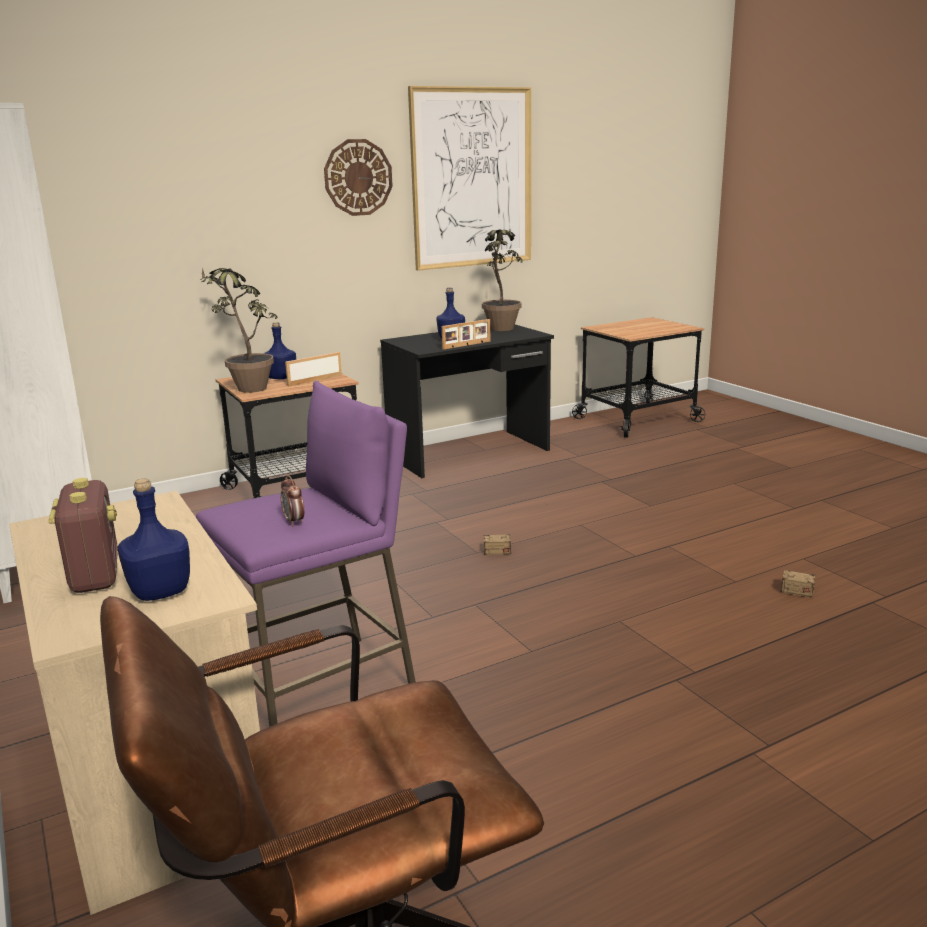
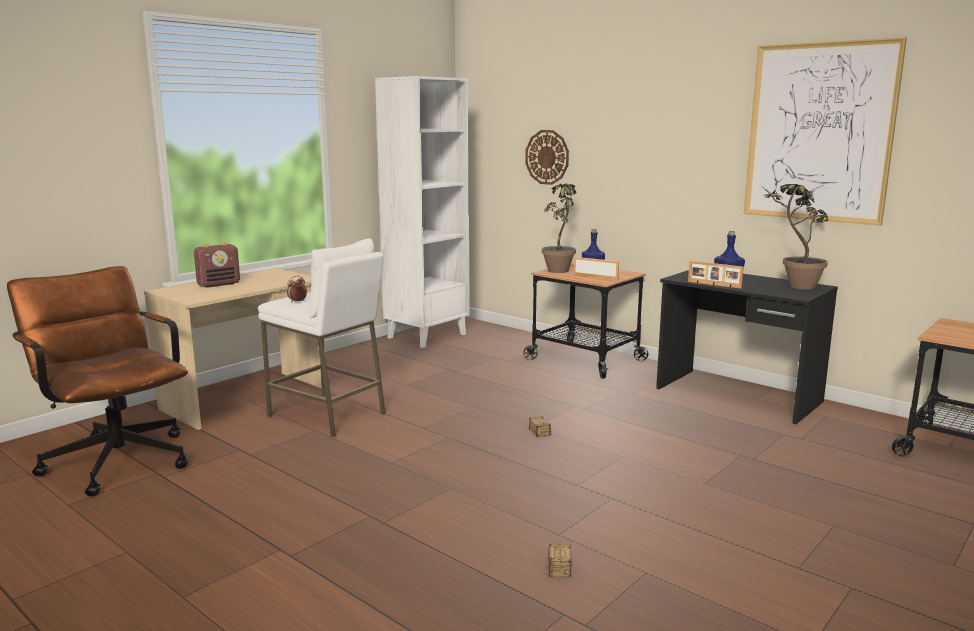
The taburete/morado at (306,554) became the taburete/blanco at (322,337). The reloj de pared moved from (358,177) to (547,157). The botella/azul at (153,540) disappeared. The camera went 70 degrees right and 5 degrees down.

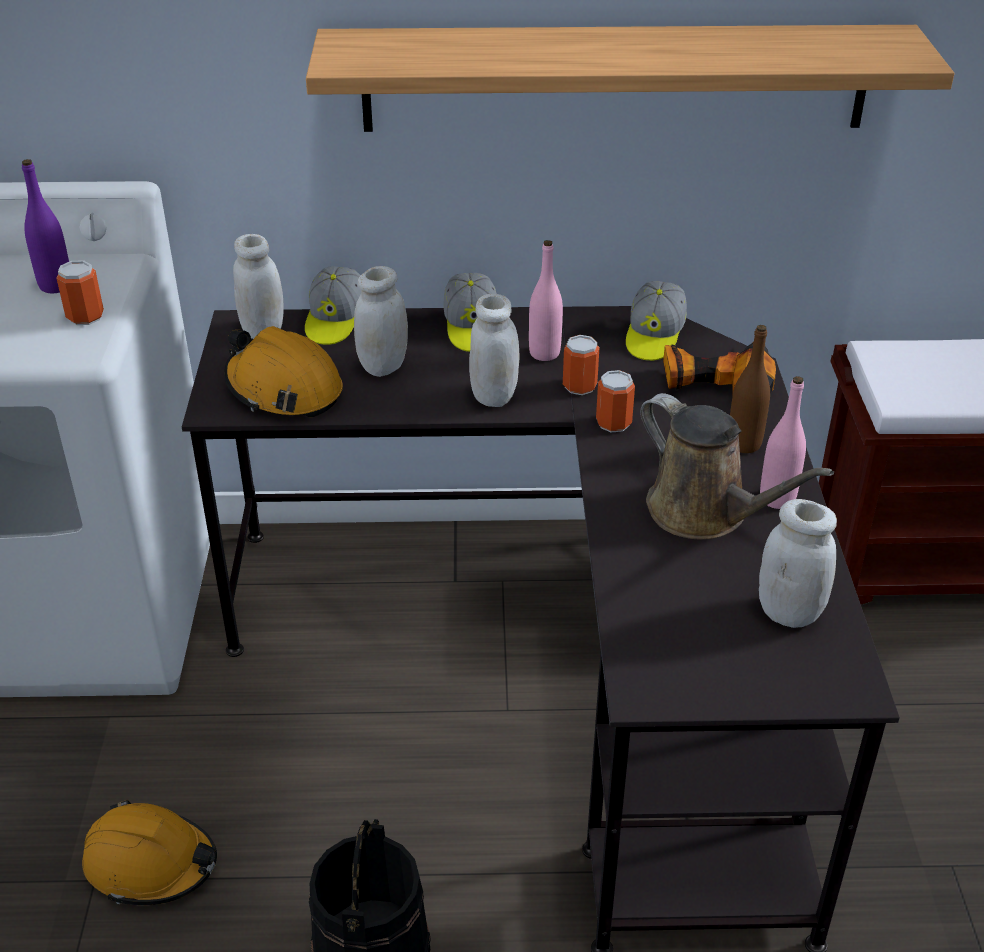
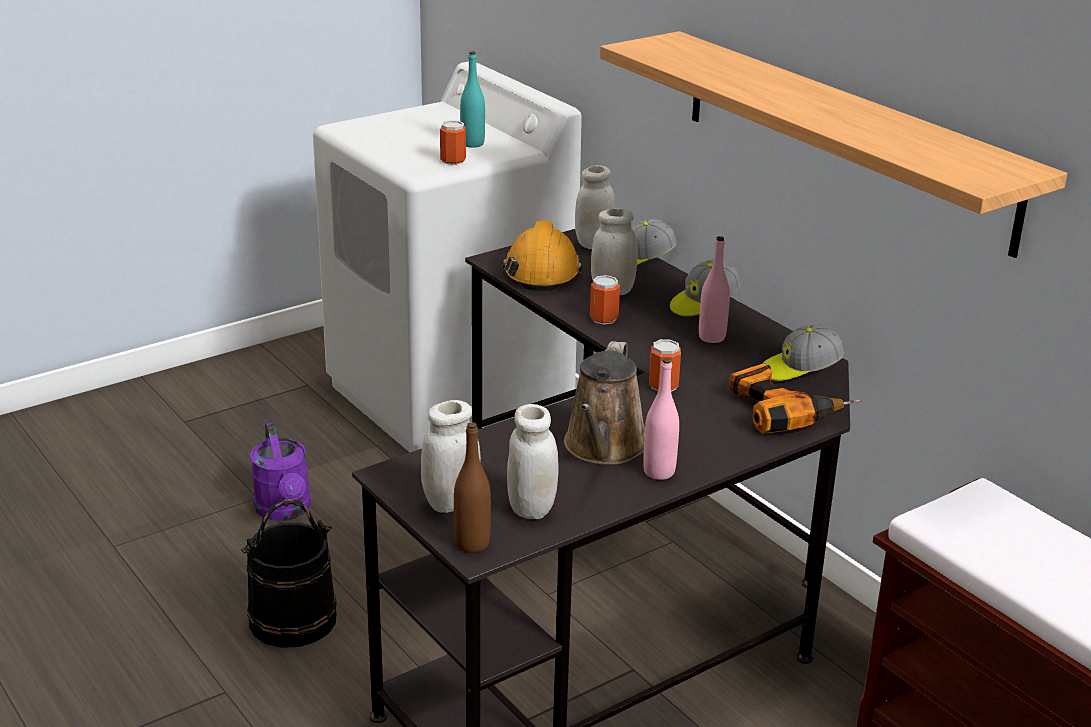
The casco/naranja at (149,852) was replaced by the regadera/morado at (280,472). The tarro/blanco moved from (494,350) to (451,456). The botella/marrón moved from (750,389) to (472,487). The botella/morado at (45,226) became the botella/turquesa at (472,99). The lata moved from (581,365) to (605,300). The camera went 55 degrees right and 10 degrees down.

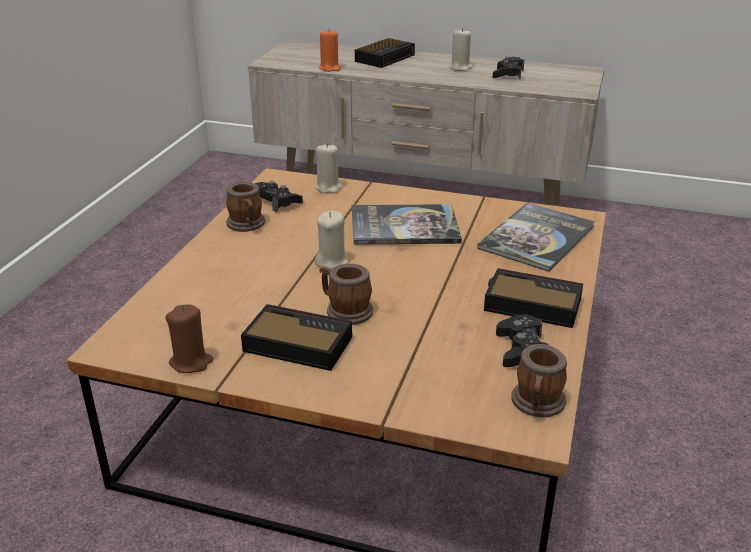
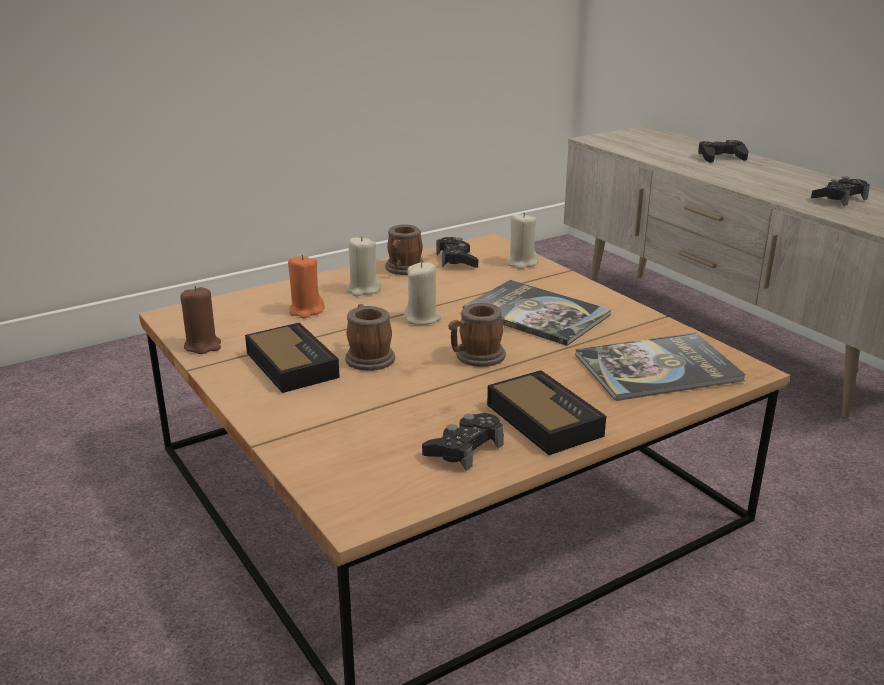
The vela/naranja moved from (330,50) to (306,287). The vela/beis moved from (460,49) to (363,266). The taza grande moved from (539,380) to (477,335). The despertador at (385,53) was replaced by the mando de consola/negro at (723,151). The camera went 40 degrees right and 5 degrees down.

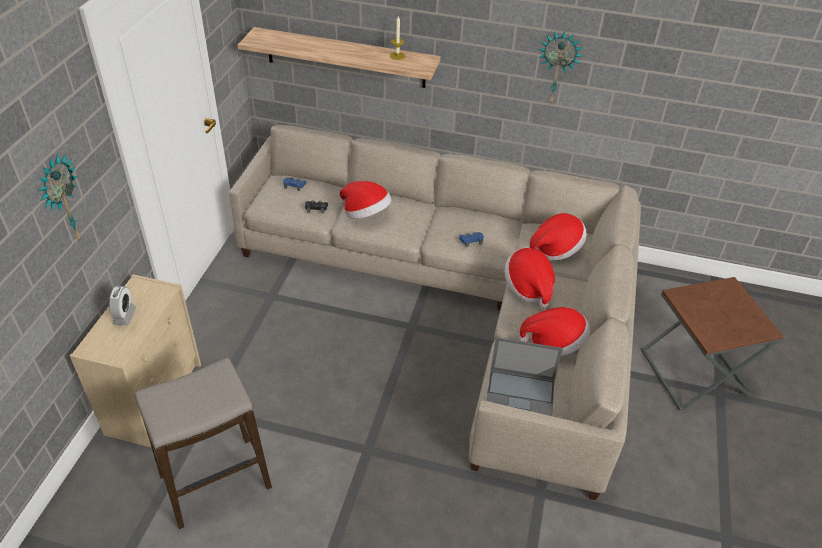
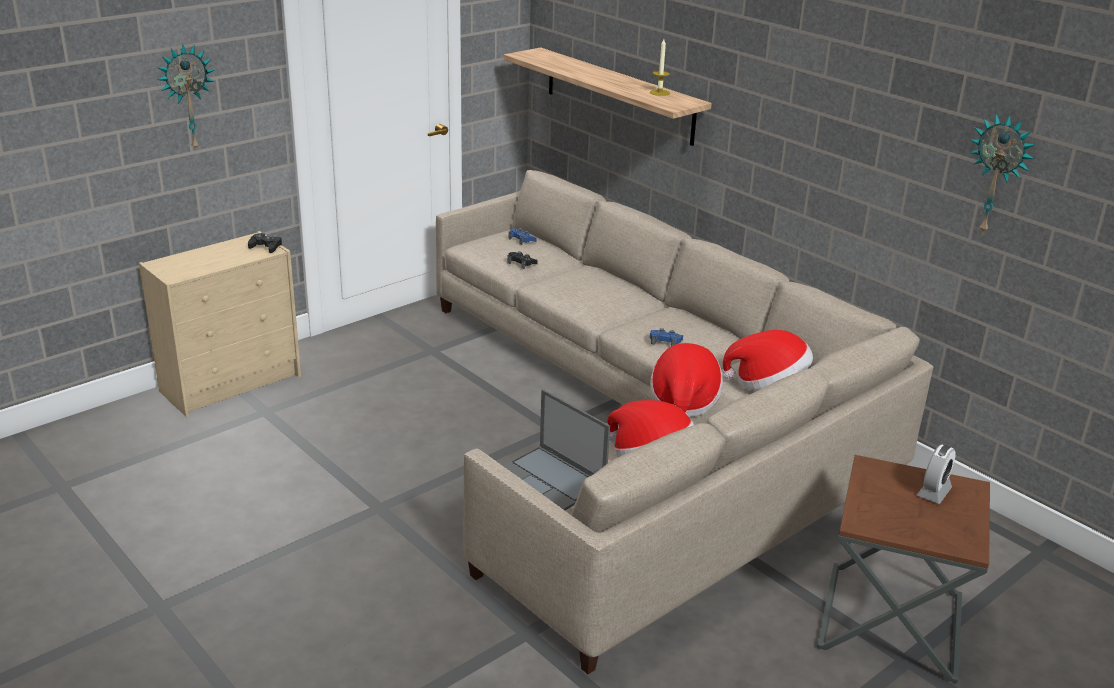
The mando de consola/negro at (265,243) appeared. The despertador moved from (122,305) to (936,474). The reloj de pared moved from (560,67) to (1002,174). The taburete at (203,443) disappeared. The sombrero at (366,200) disappeared. The camera went 35 degrees right and 15 degrees down.

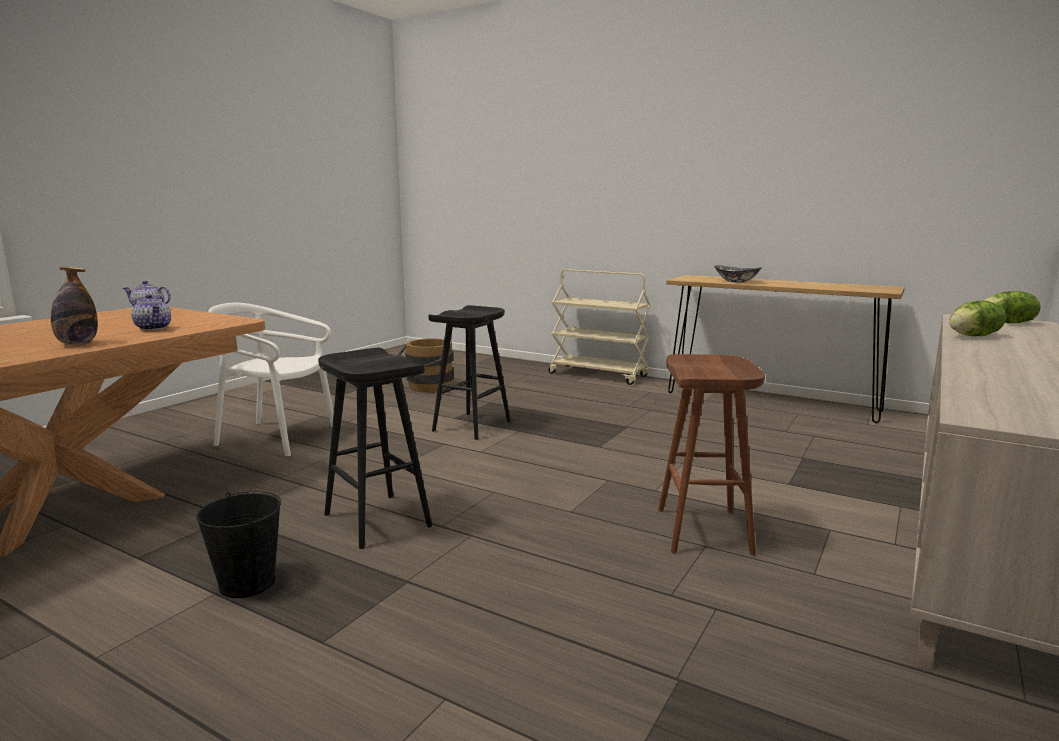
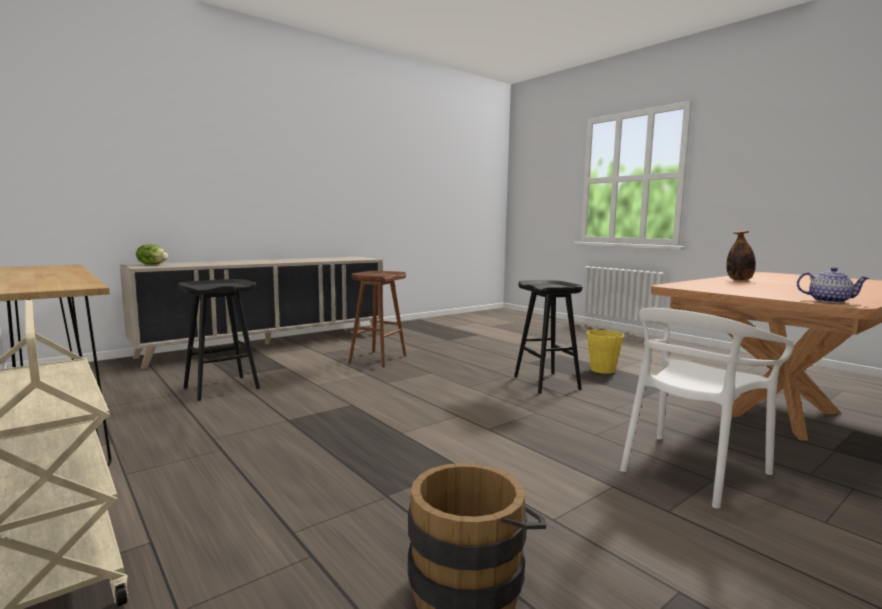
The taburete/negro moved from (469,372) to (219,340). The cubo/negro at (238,544) became the cubo/amarillo at (605,351). The silla/blanco at (271,380) turned 105 degrees clockwise. The tetera at (151,312) disappeared. The cuenco at (737,274) disappeared. The lechuga at (977,318) disappeared. The camera went 160 degrees left and 5 degrees down.

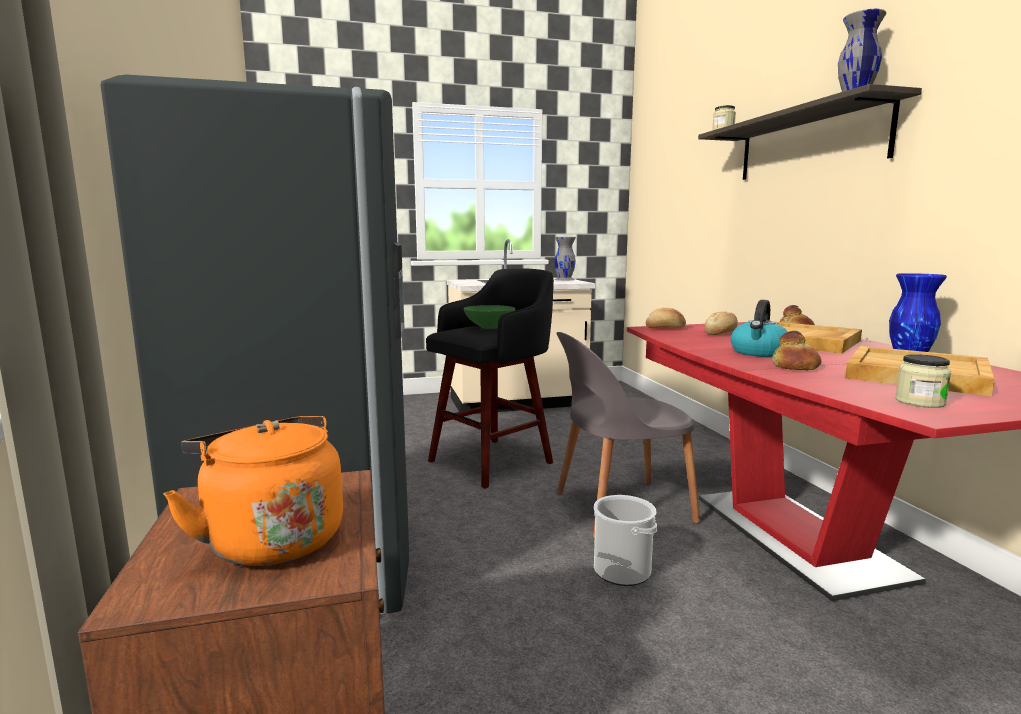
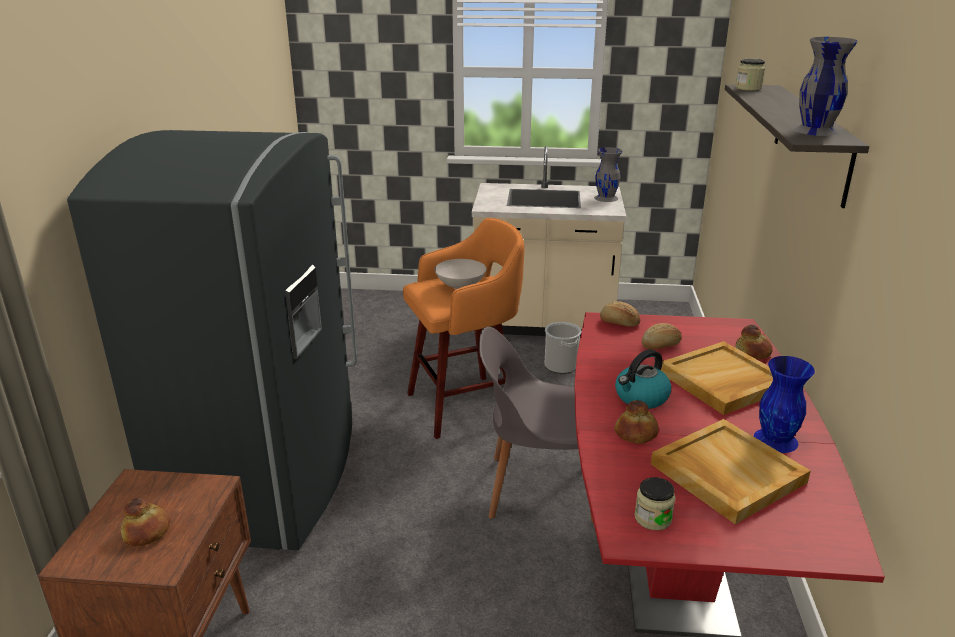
The hervidor/naranja at (253,491) was replaced by the pan at (145,521). The taburete/negro at (490,378) became the taburete/naranja at (463,328). The cuenco/verde at (489,317) became the cuenco/blanco at (460,274). The cubo moved from (625,540) to (563,348). The camera went 20 degrees right and 15 degrees up.

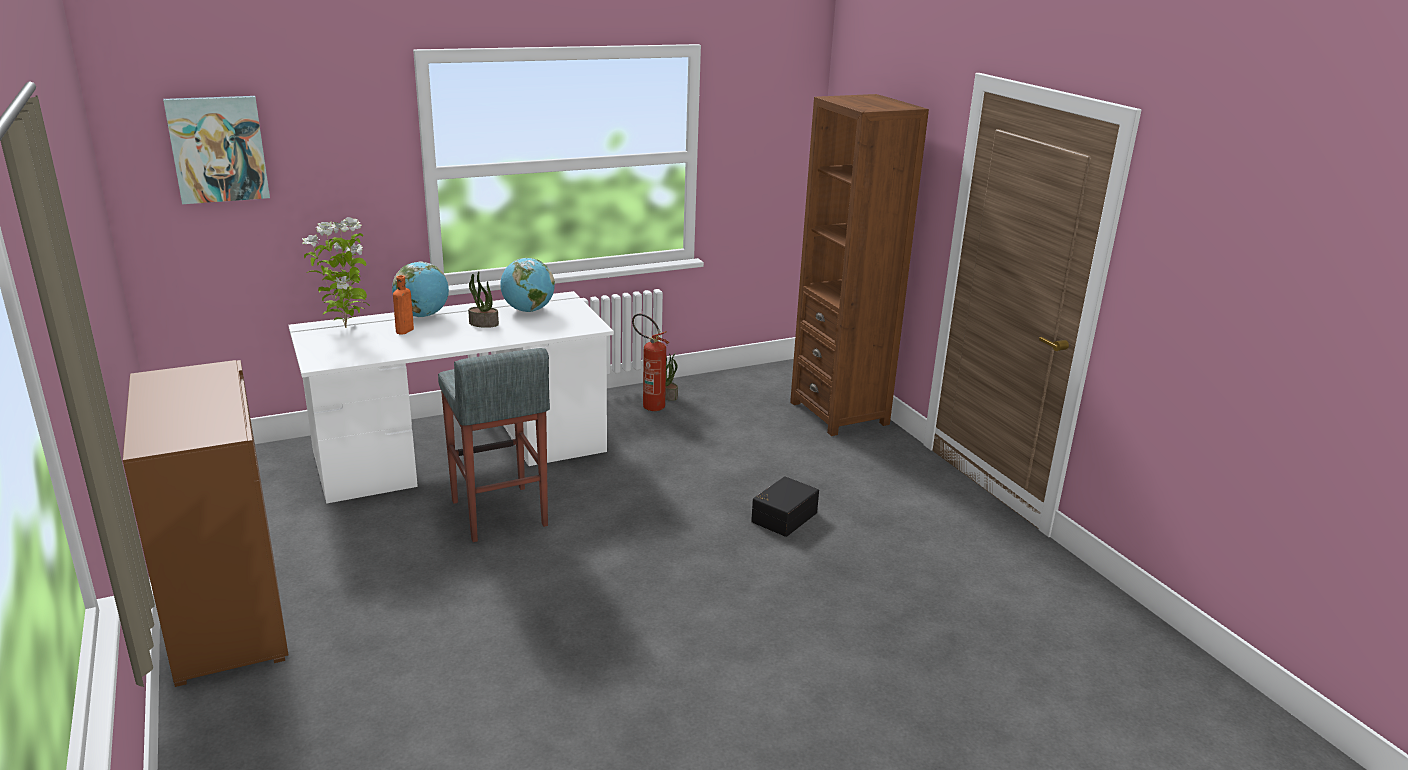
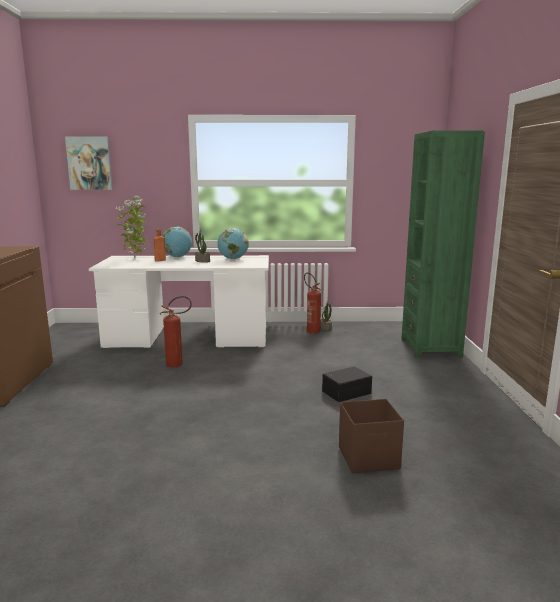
The taburete/gris at (494,445) was replaced by the extintor at (176,331). The caja de almacenaje/marrón at (371,436) appeared. The estantería/marrón at (859,265) became the estantería/verde at (443,244). The camera went 25 degrees right and 10 degrees down.

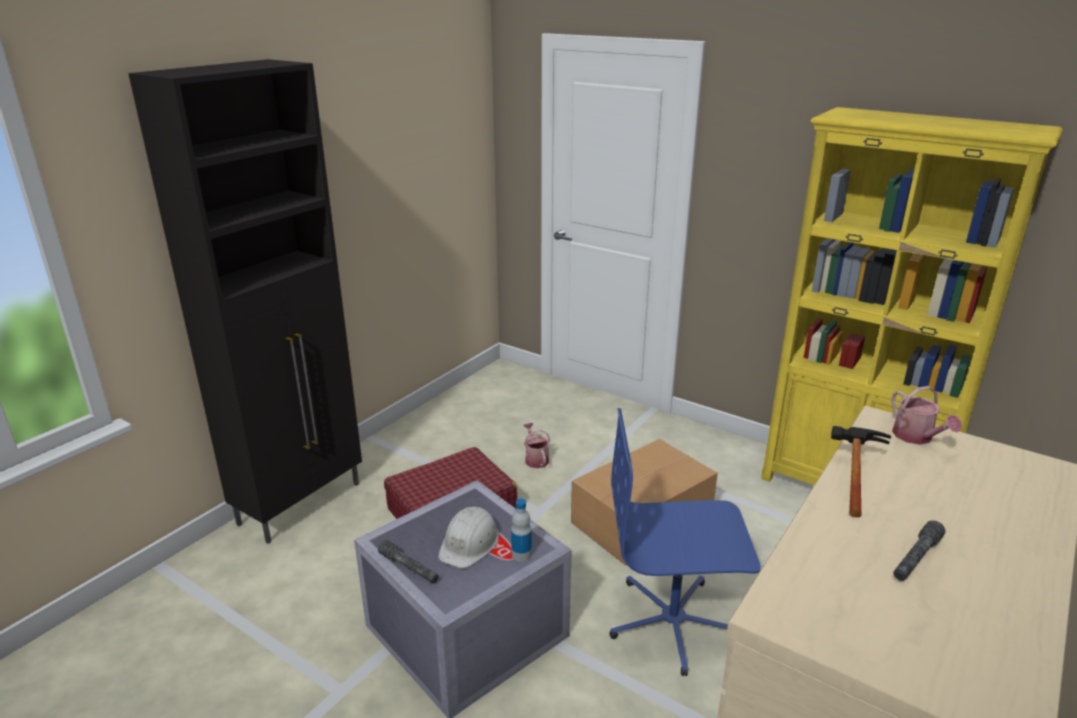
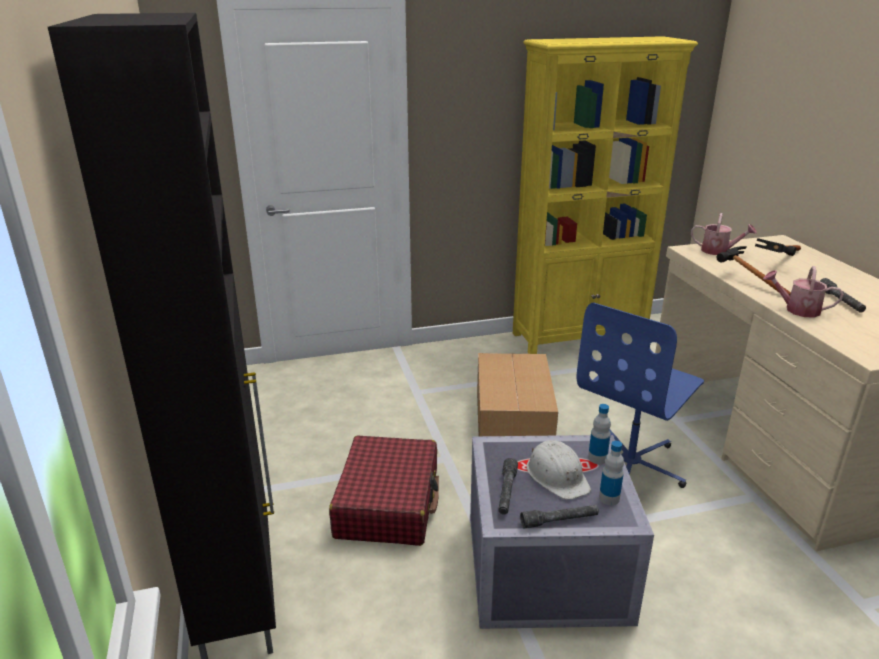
The linterna/gris at (508,486) appeared. The botella at (611,473) appeared. The martillo at (778,247) appeared. The regadera moved from (536,445) to (803,292). The camera went 50 degrees left and 0 degrees up.

